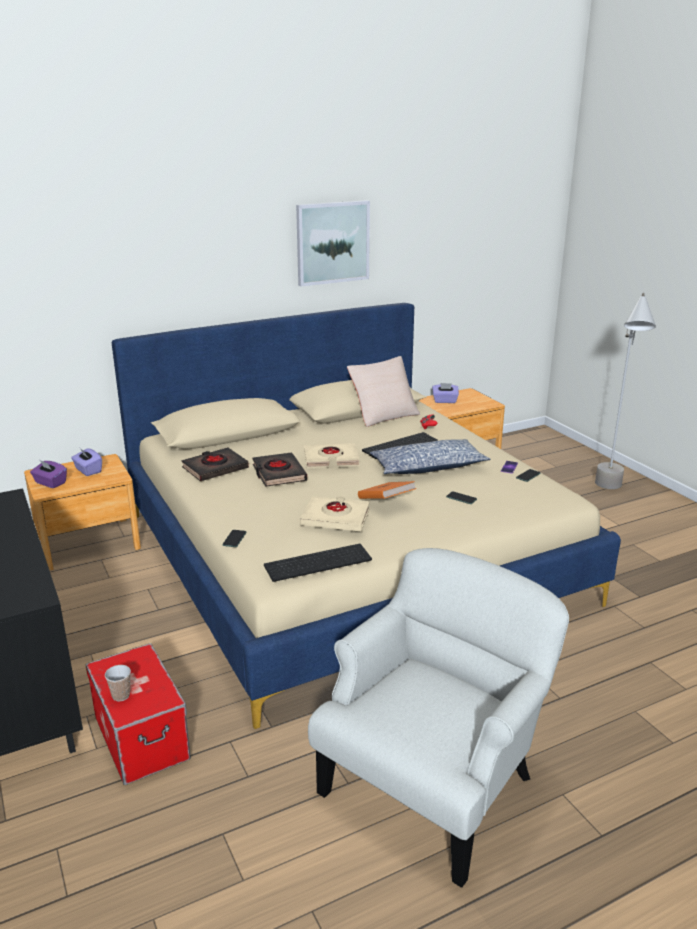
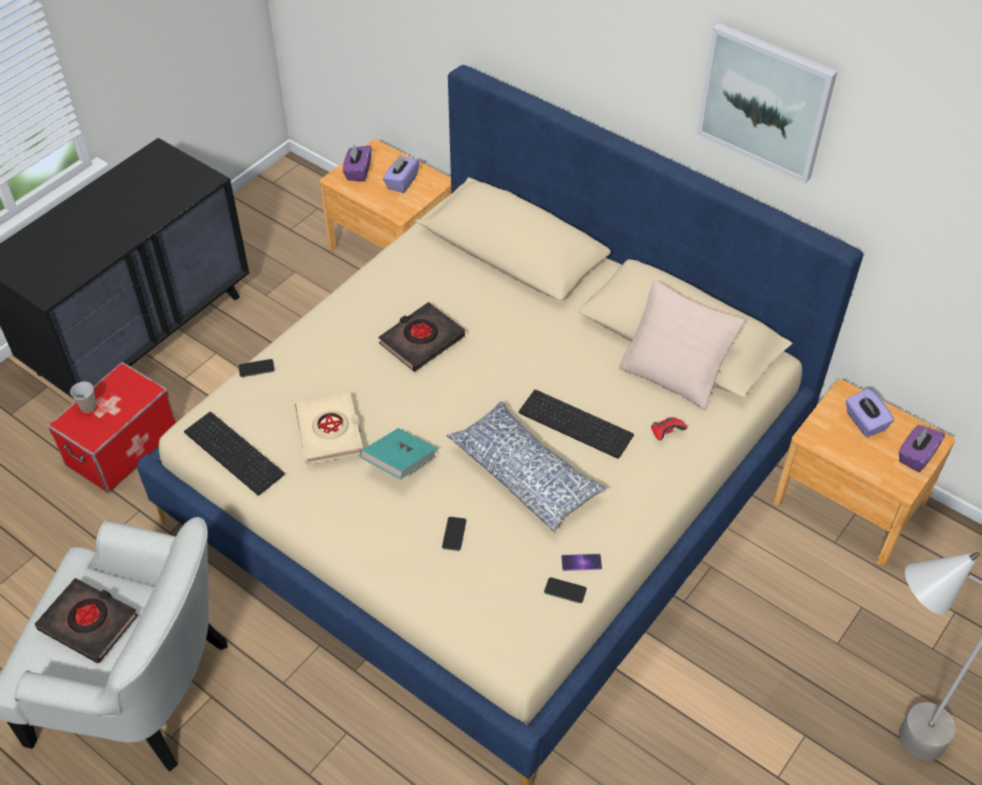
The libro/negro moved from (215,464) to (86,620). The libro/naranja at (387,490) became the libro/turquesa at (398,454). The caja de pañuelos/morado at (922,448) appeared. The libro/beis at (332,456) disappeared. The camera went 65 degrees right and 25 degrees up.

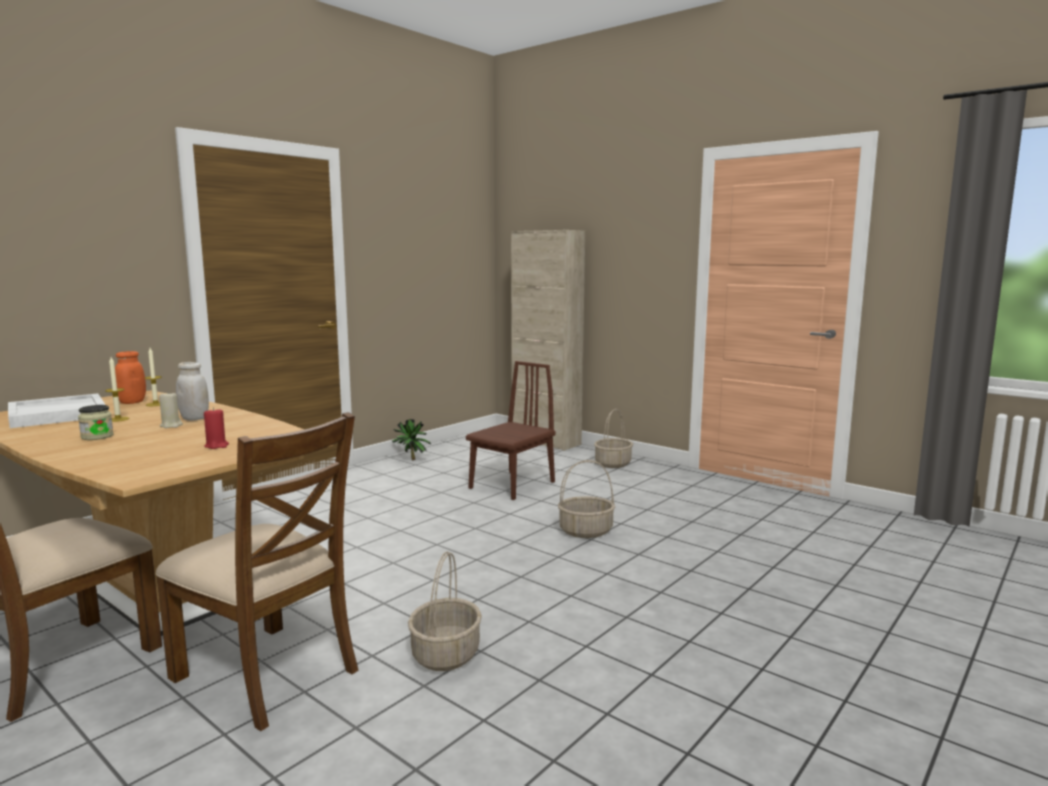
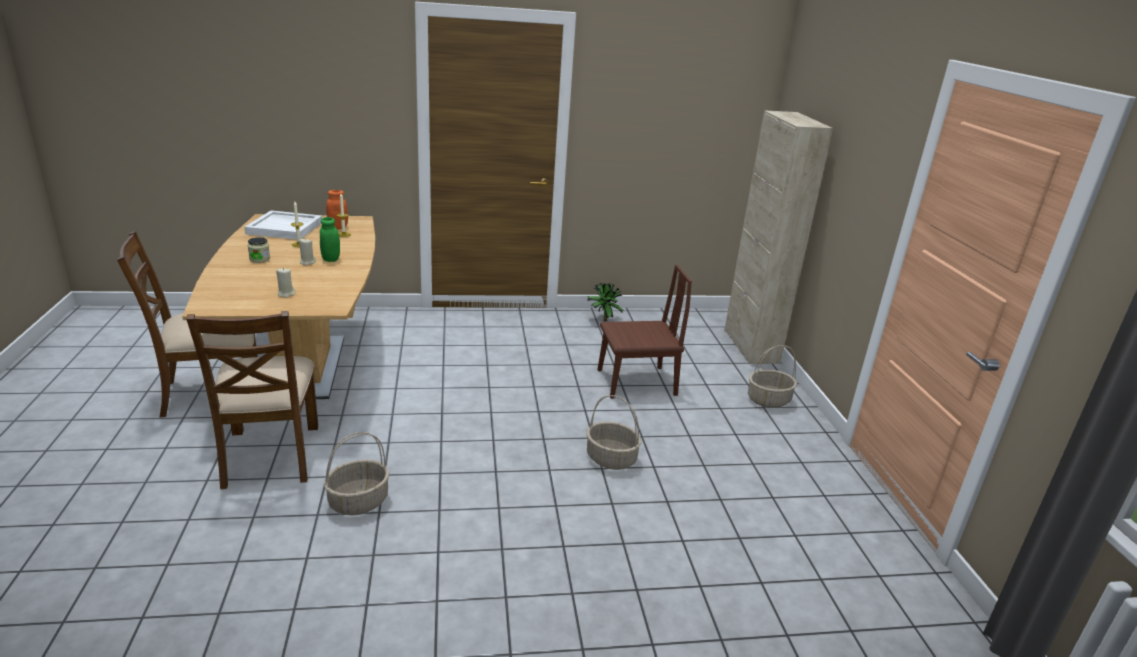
The vela/rojo at (216,428) became the vela/beis at (285,283). The tarro/blanco at (192,391) became the tarro/verde at (330,239). The camera went 40 degrees right and 15 degrees up.

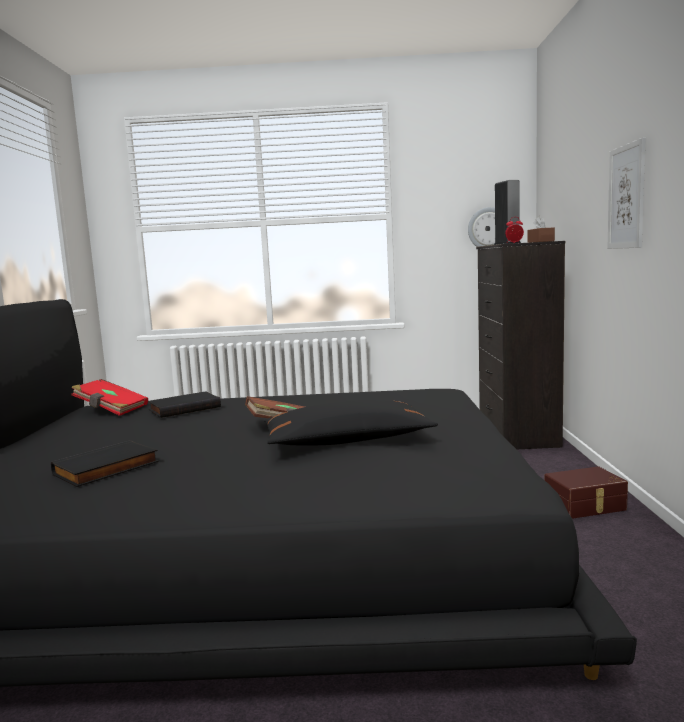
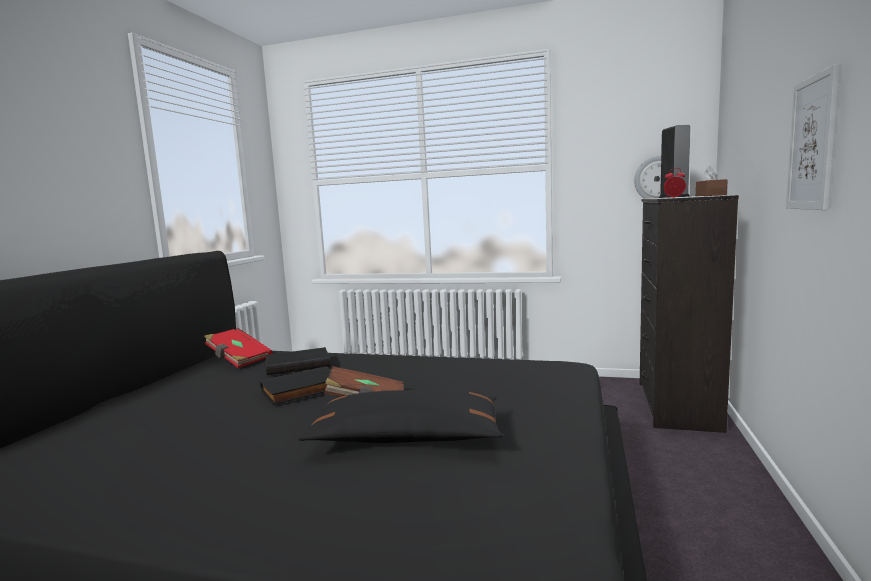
The libro/negro moved from (105,463) to (295,385). The caja de almacenaje/marrón at (586,492) disappeared. The camera went 15 degrees right and 0 degrees up.

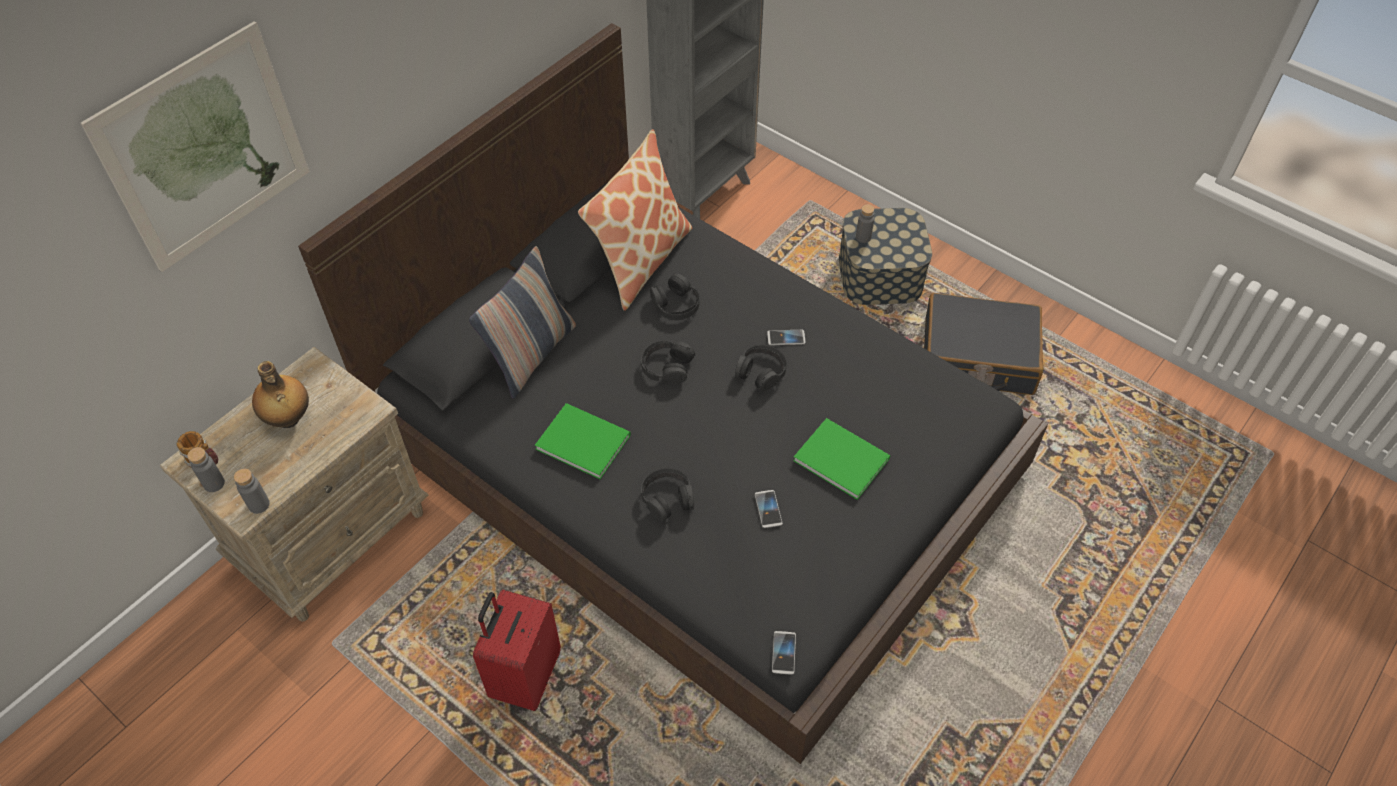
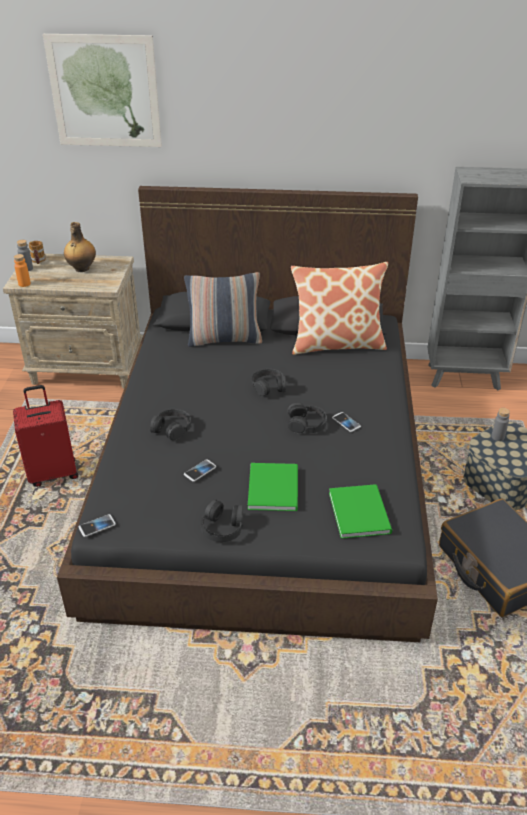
The botella/gris at (252,491) became the botella/naranja at (22,270). The auriculares/negro moved from (675,296) to (221,520). The libro/verde moved from (583,441) to (360,511). The camera went 55 degrees right and 15 degrees down.

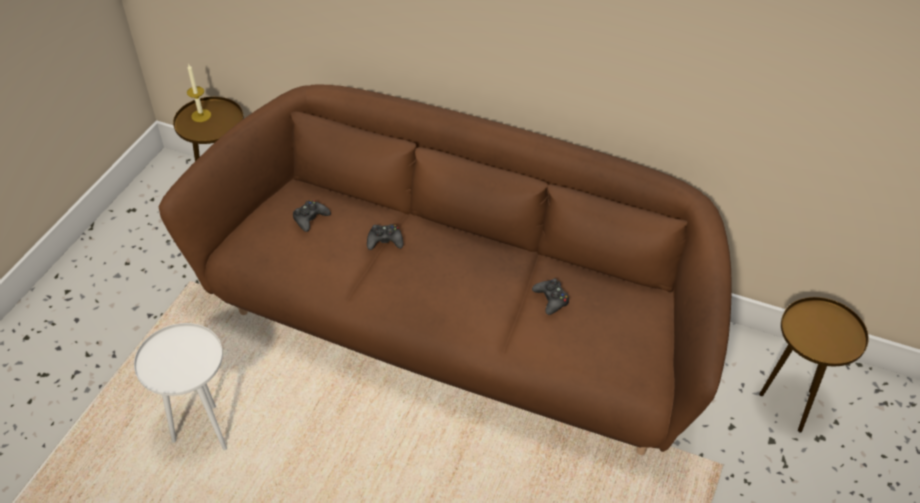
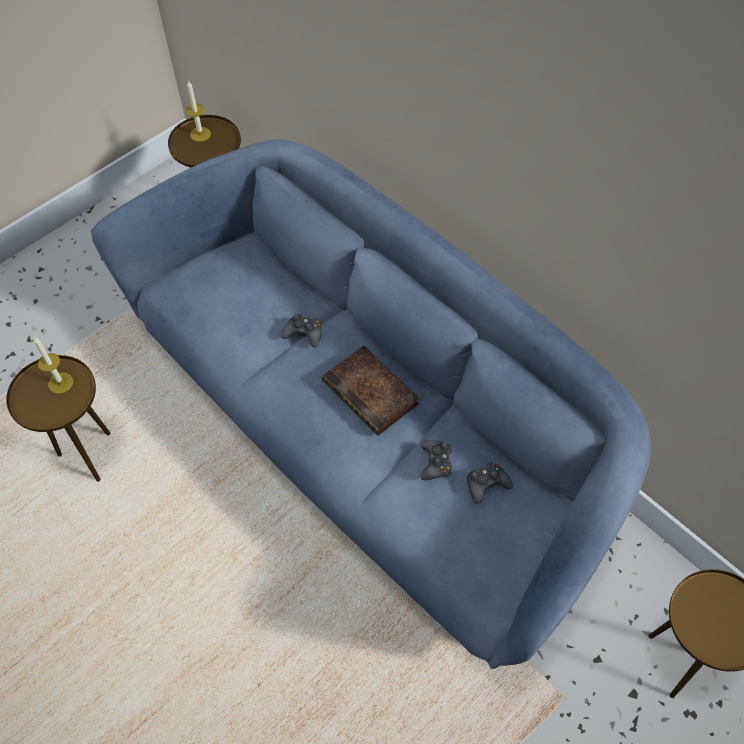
The mesa auxiliar/blanco at (180,386) became the mesa auxiliar/marrón at (58,418). The vela at (53,366) appeared. The sofá/marrón at (445,270) became the sofá/azul at (371,404). The libro at (370,391) appeared. The mando de consola/negro moved from (312,216) to (490,483). The camera went 25 degrees right and 10 degrees up.

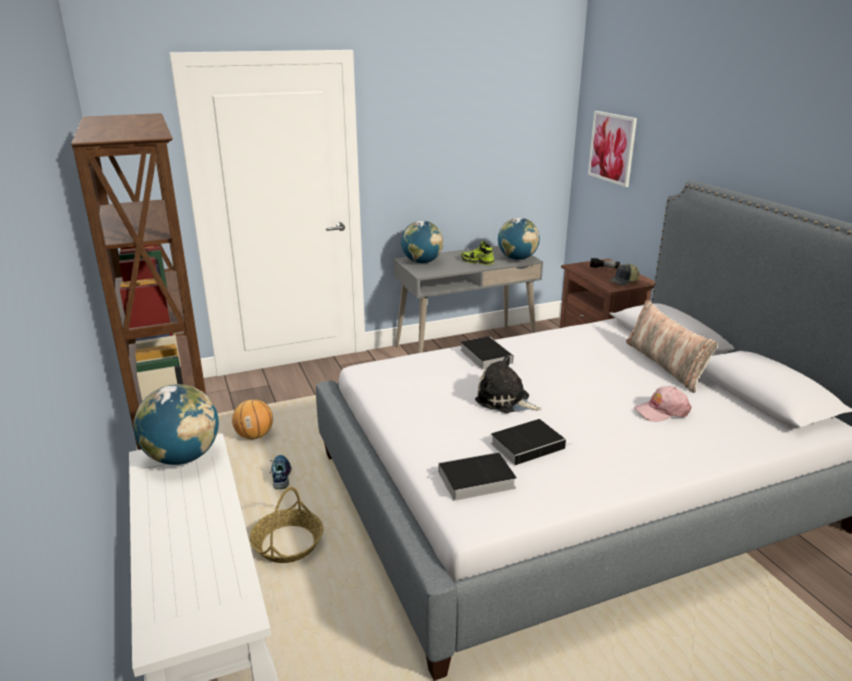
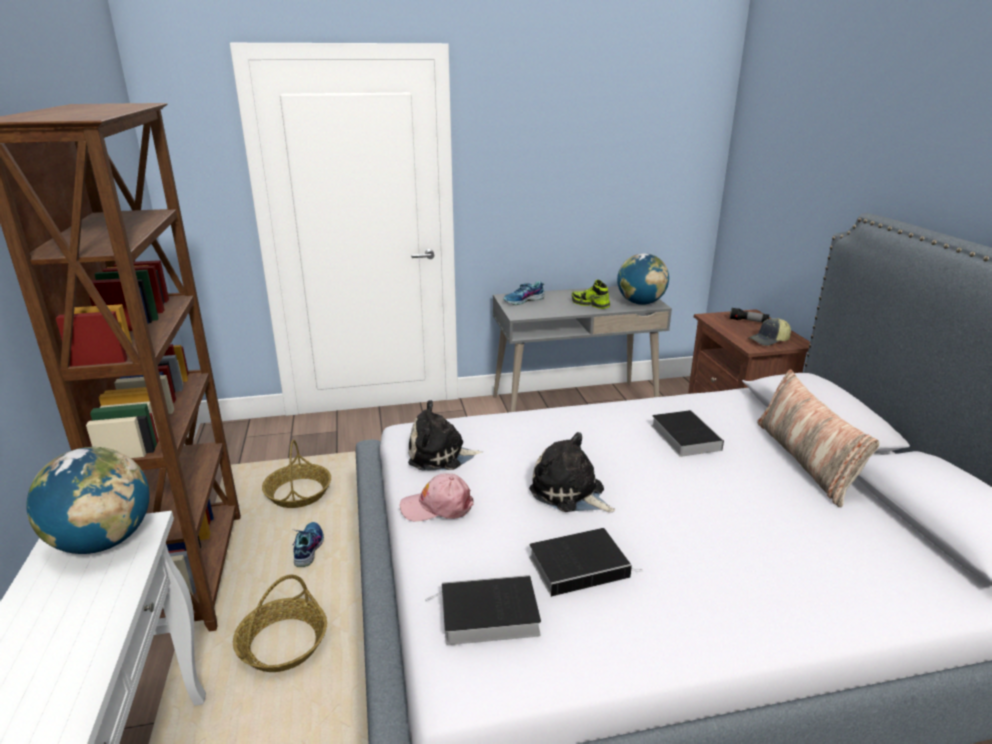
The balón de baloncesto at (252,419) was replaced by the cesta at (296,474). The gorra/rosa moved from (663,404) to (436,498). The peluche at (446,435) appeared. The globo terráqueo at (422,242) was replaced by the zapato at (524,293). The libro moved from (486,352) to (687,433). The cuadro at (612,149) disappeared. The camera went 10 degrees right and 0 degrees up.

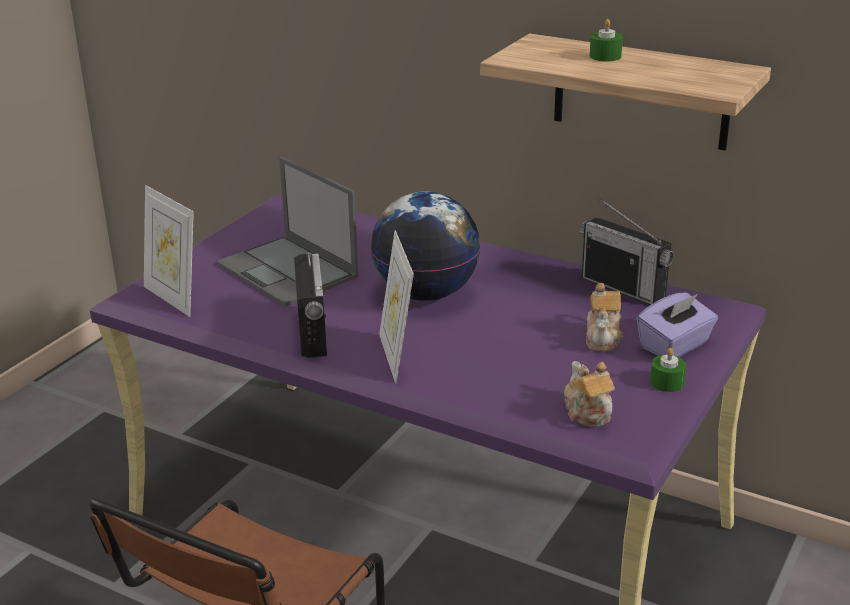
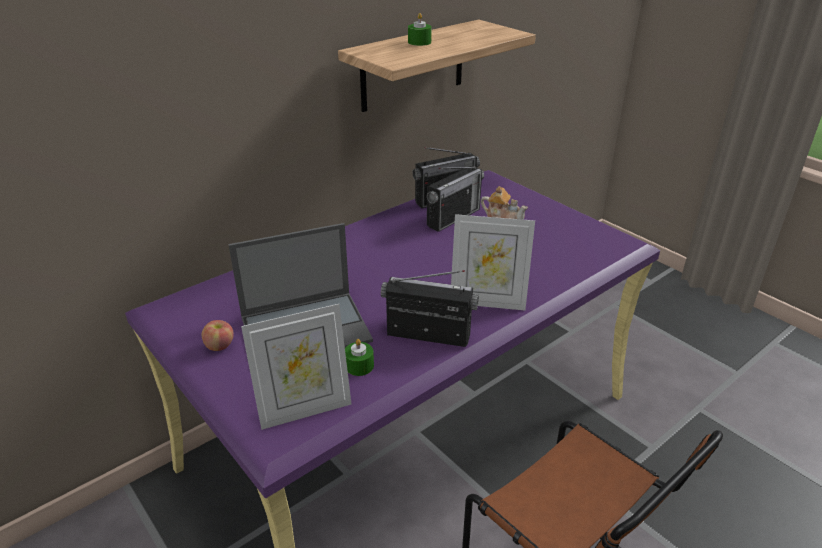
The manzana at (218,335) appeared. The vela/verde moved from (668,370) to (359,357). The radio at (455,199) appeared. The globo terráqueo at (425,246) disappeared. The tetera at (589,394) disappeared. The caja de pañuelos/morado at (677,324) disappeared. The camera went 70 degrees left and 5 degrees up.

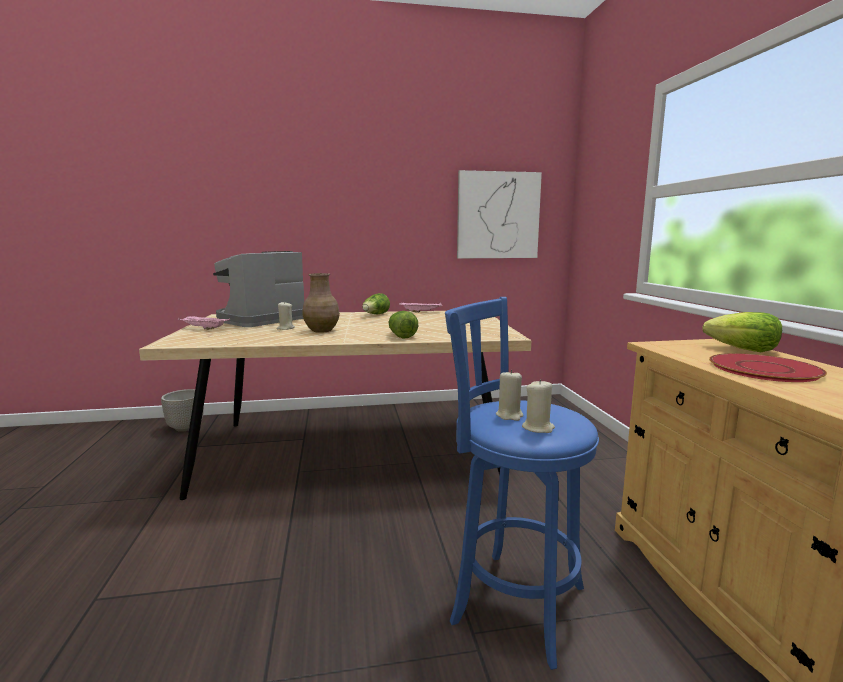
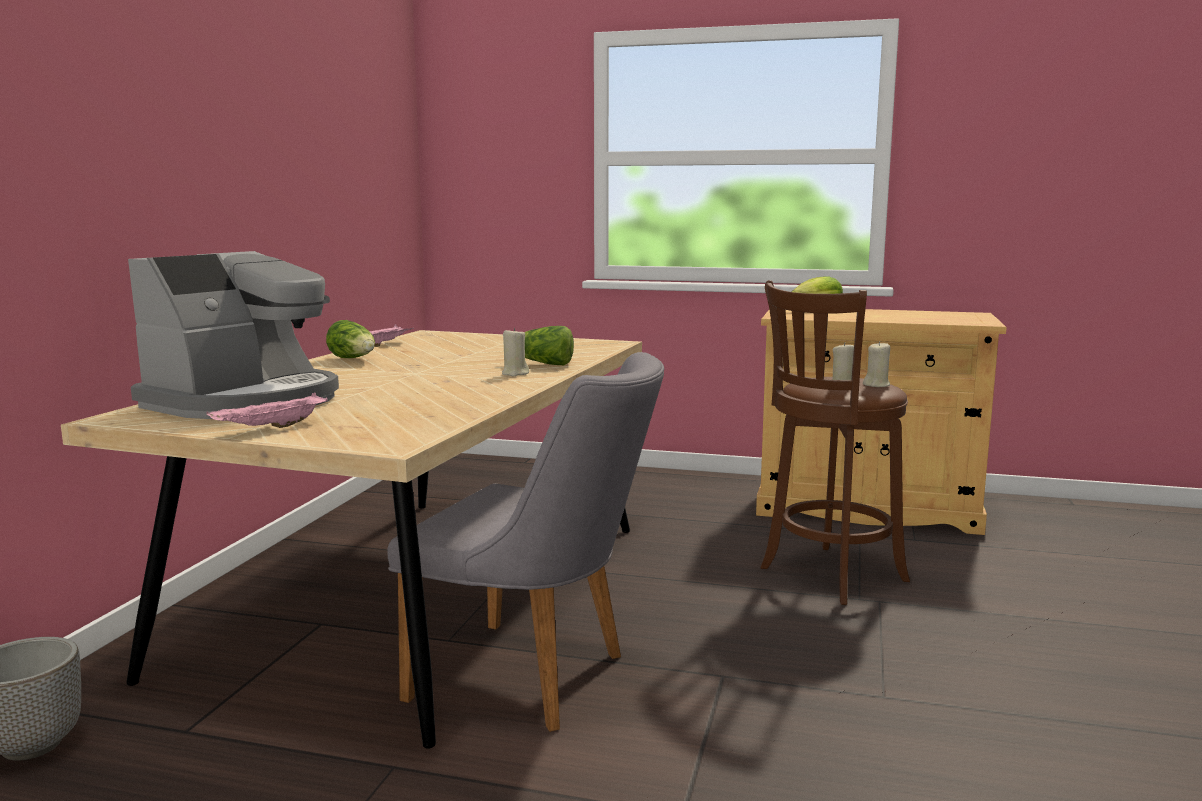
The cafetera at (258,289) turned 120 degrees counterclockwise. The silla/gris at (526,542) appeared. The vela/beis moved from (286,315) to (515,352). The taburete/azul at (522,483) became the taburete/marrón at (835,442). The florero/marrón at (321,303) disappeared. The cuadro at (499,214) disappeared. The plato/rojo at (768,367) disappeared. The camera went 65 degrees left and 0 degrees up.

